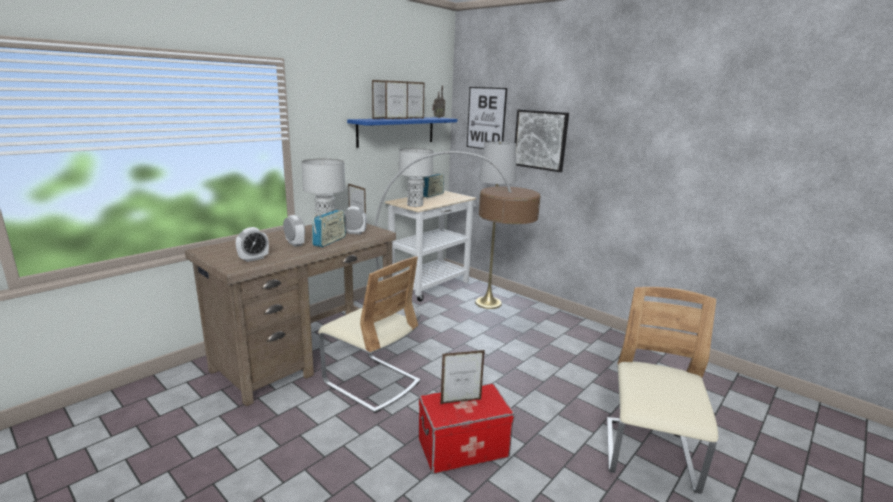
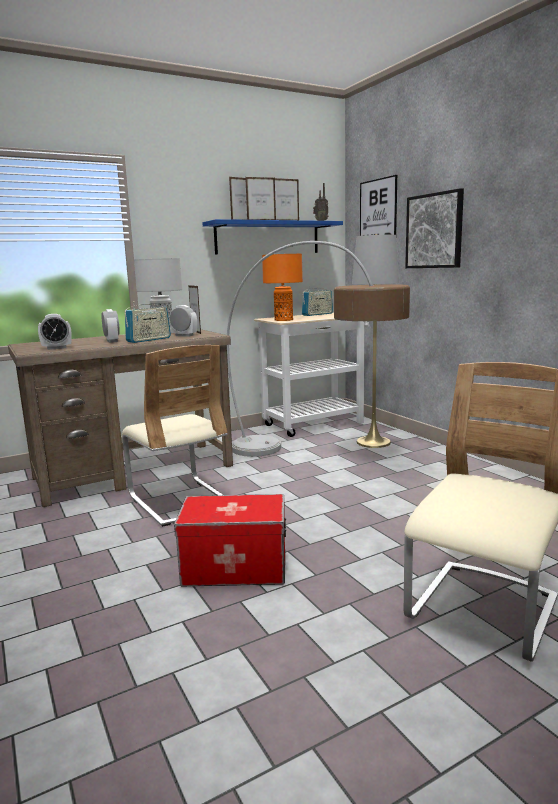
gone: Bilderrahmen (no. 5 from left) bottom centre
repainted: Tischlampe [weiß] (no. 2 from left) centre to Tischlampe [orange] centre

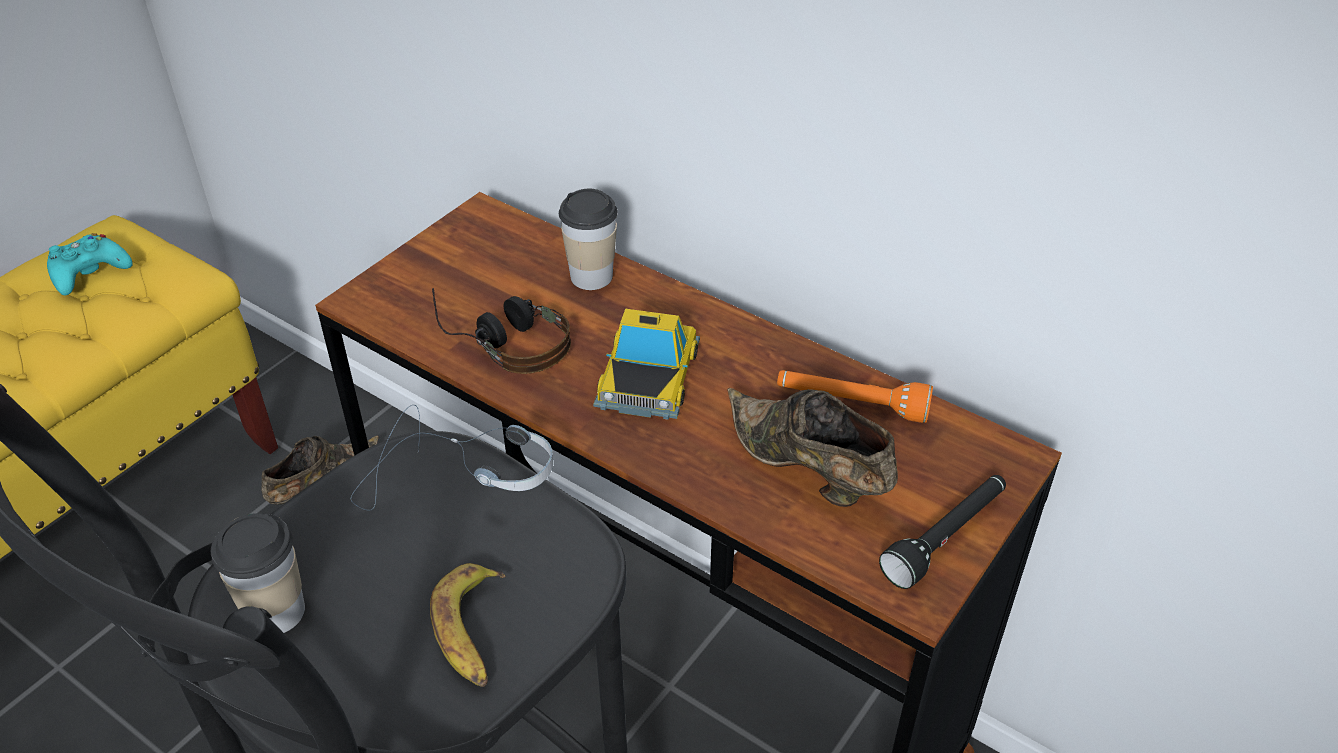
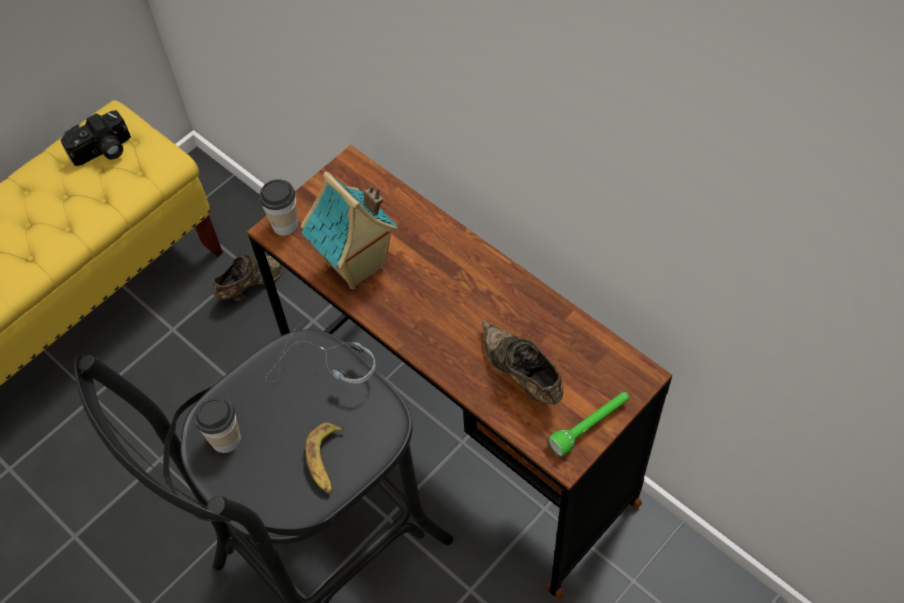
gone: Spielzeugauto centre; Taschenlampe [orange] centre
shifted: Tasse (no. 2 from left) top centre to middle left
swapped: Gamepad [türkis] middle left to Kamera top left; Kopfhörer (no. 2 from left) centre to Spielzeughaus centre
repainted: Taschenlampe [schwarz] bottom right to Taschenlampe [grün] bottom centre

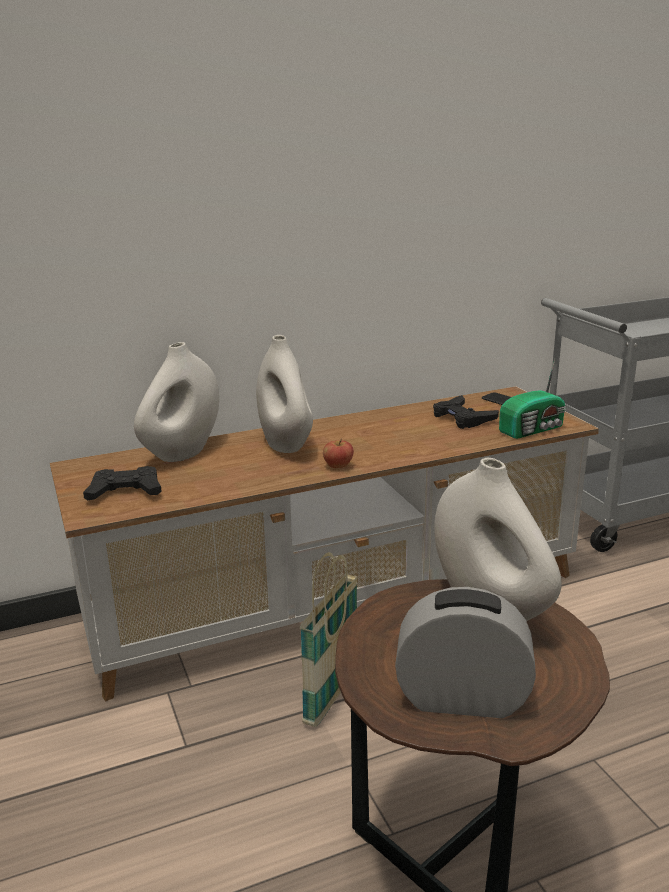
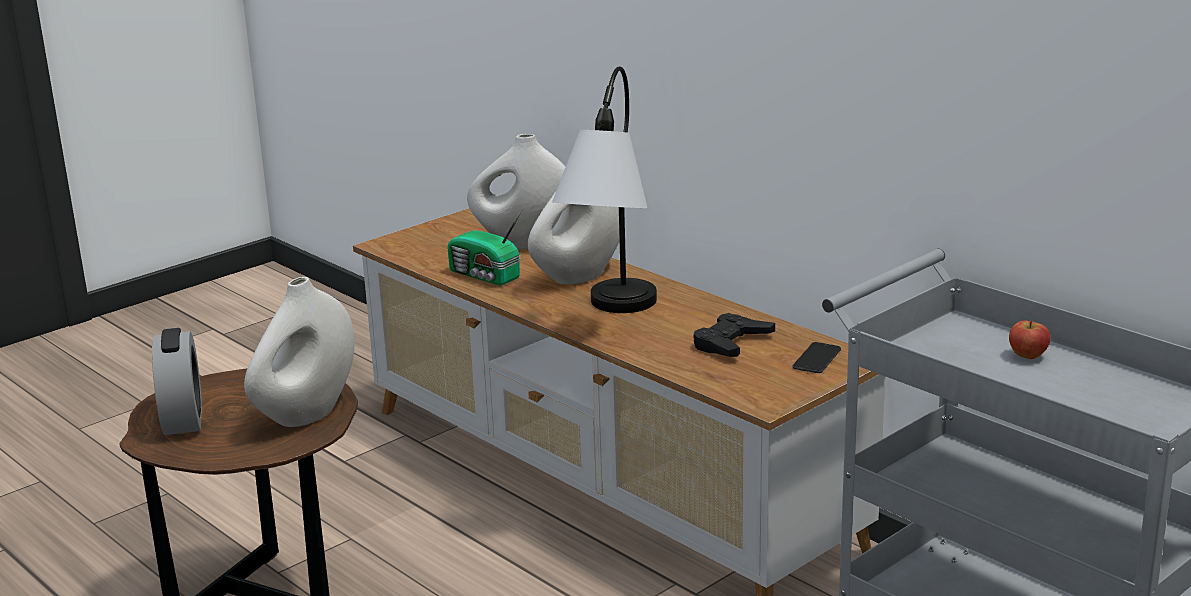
gone: Gamepad [schwarz] (no. 1 from left) middle left; Korb bottom centre
new: Tischlampe top centre
shifted: Apfel centre to middle right; Radio middle right to centre

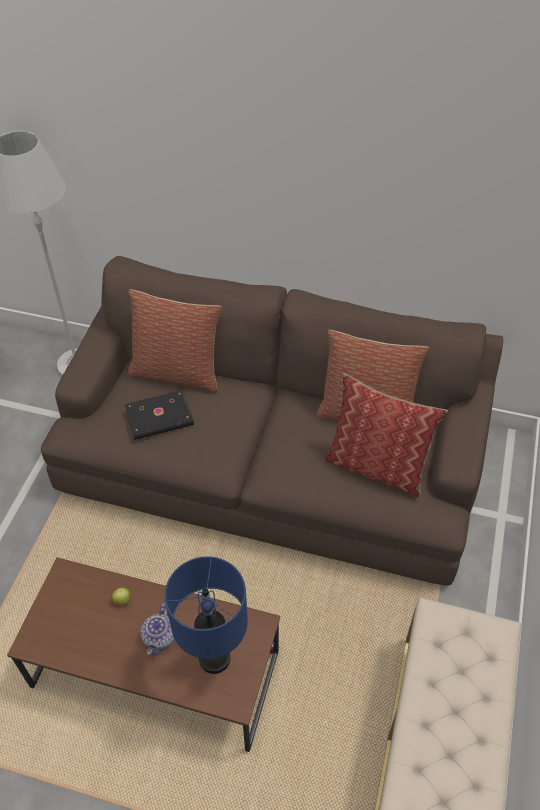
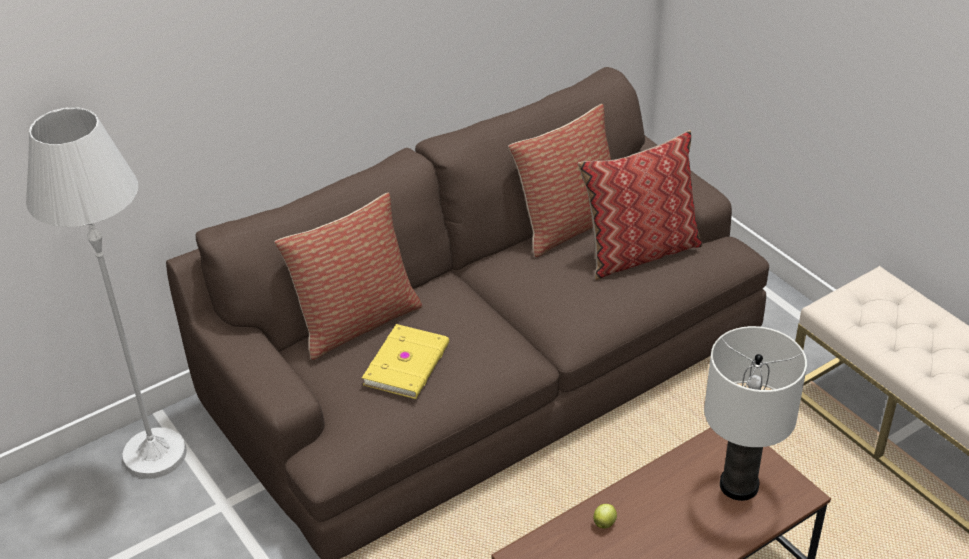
gone: Teekanne bottom left
repainted: Buch [schwarz] middle left to Buch [gelb] centre; Tischlampe [blau] bottom centre to Tischlampe [weiß] bottom right

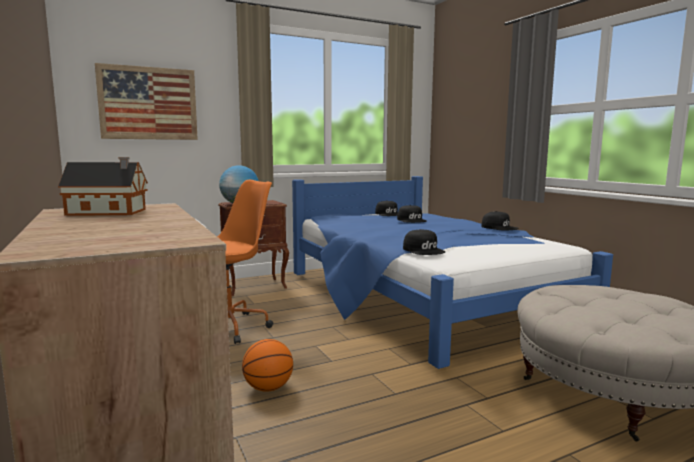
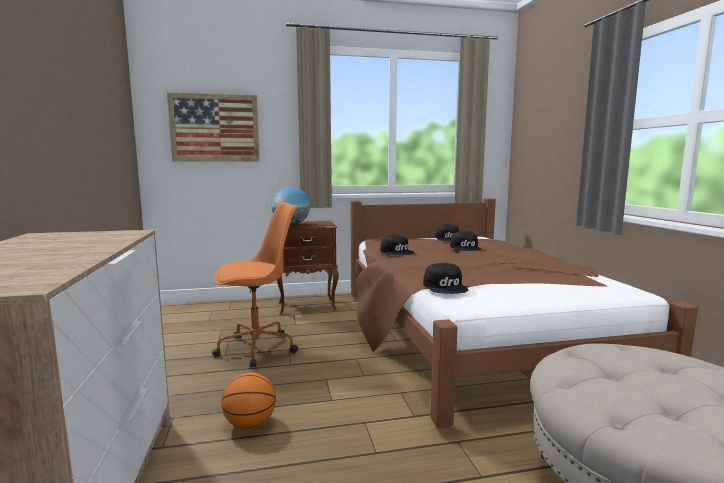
gone: Spielzeughaus middle left
shifted: Kappe [schwarz] (no. 4 from left in the first image) middle right to Kappe [schwarz] (no. 1 from left) centre
repainted: Bett [blau] centre to Bett [braun] middle right

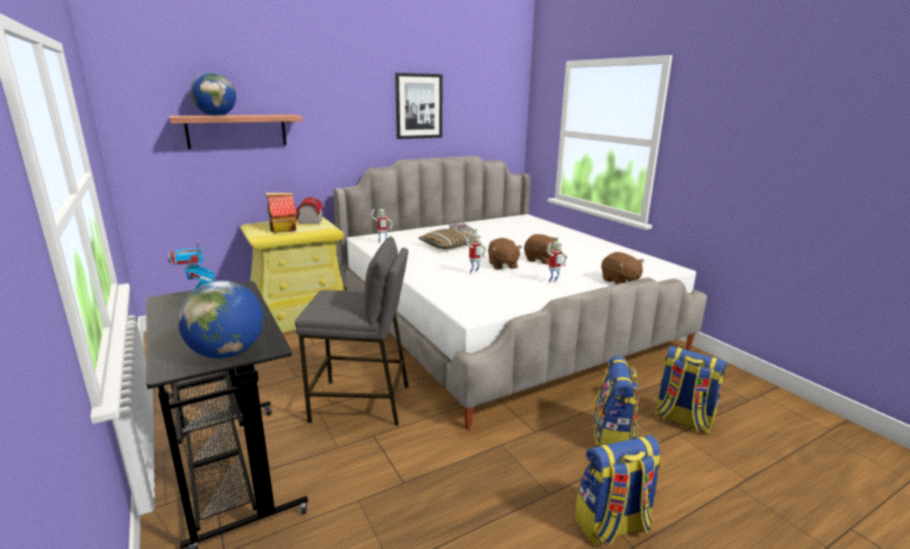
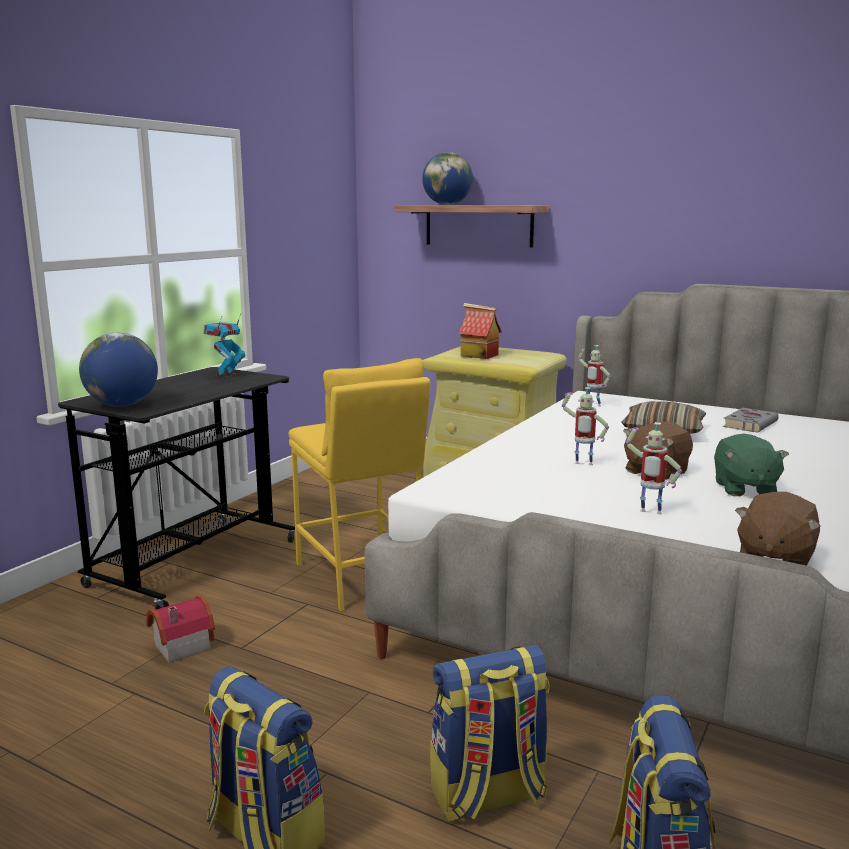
gone: Bild top centre
shifted: Spielzeughaus (no. 2 from left in the first image) centre to Spielzeughaus (no. 1 from left) bottom left
repainted: Hocker [grau] centre to Hocker [gelb] centre; Plüschtier [braun] (no. 2 from left) centre to Plüschtier [grün] middle right

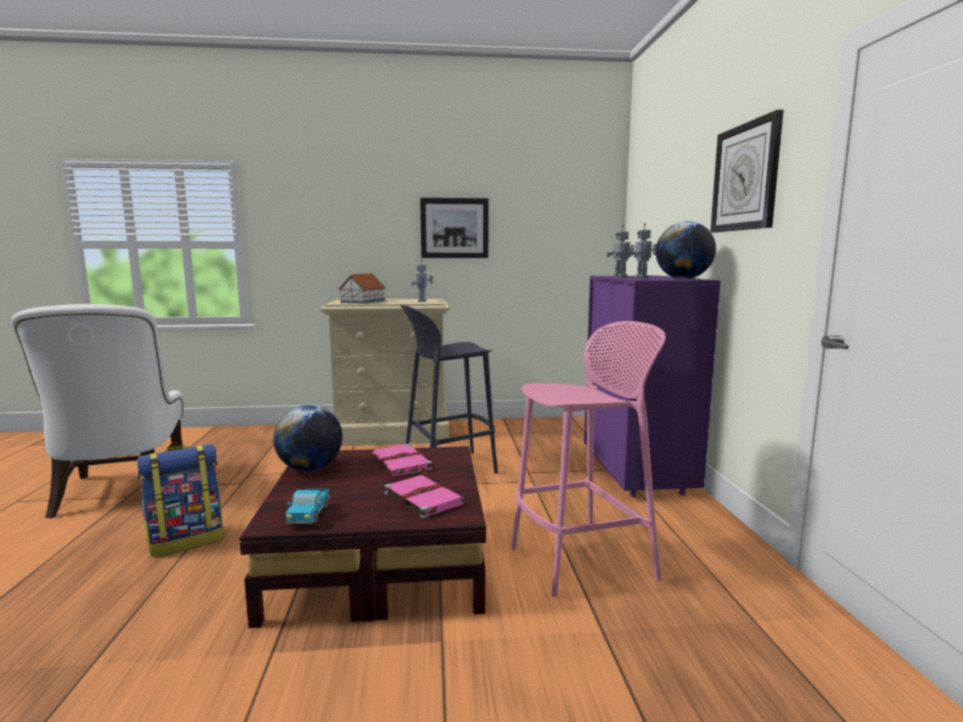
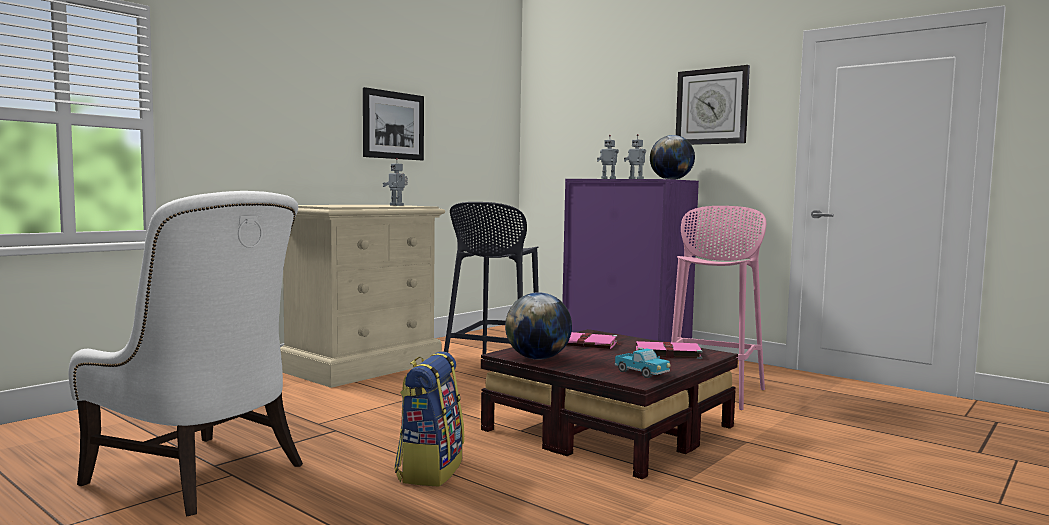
gone: Spielzeughaus centre

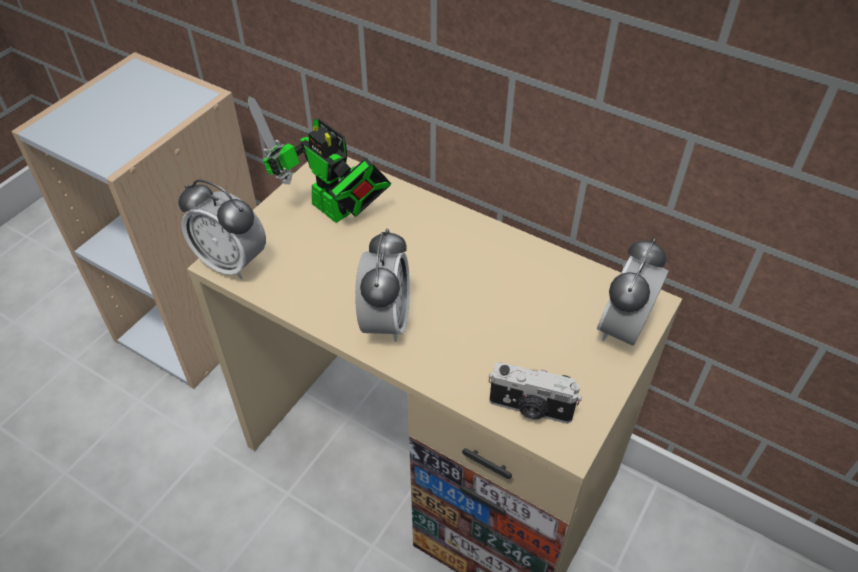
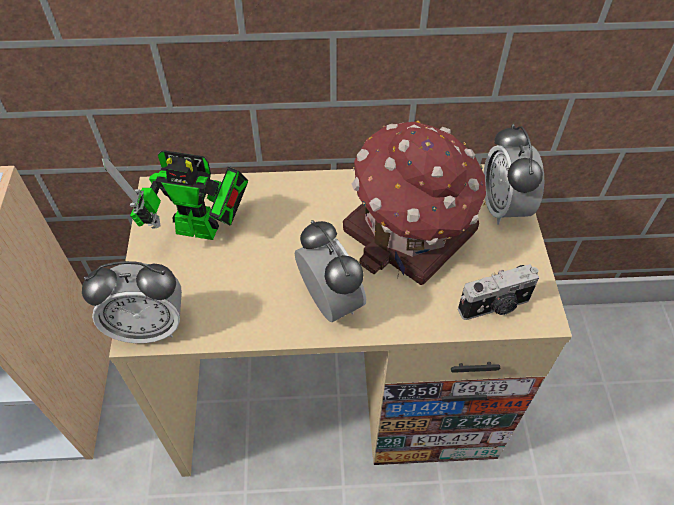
new: Spielzeughaus centre

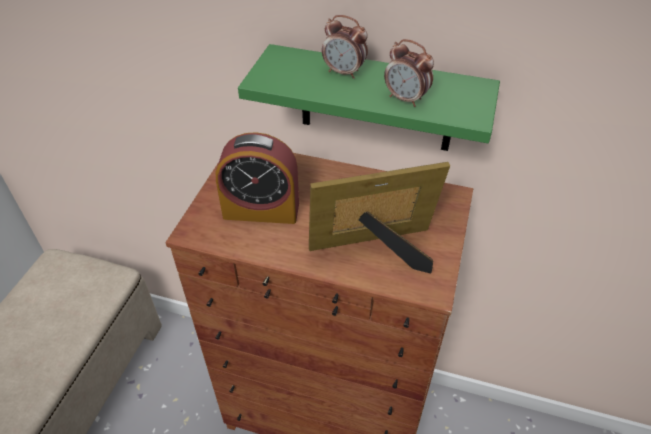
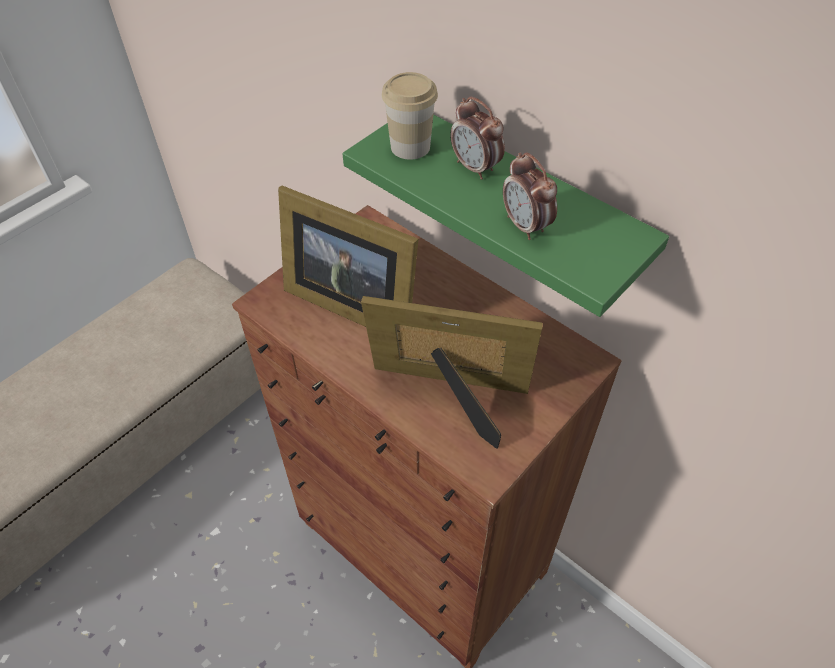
new: Tasse top centre
swapped: Wecker (no. 1 from left) centre to Bilderrahmen (no. 1 from left) centre

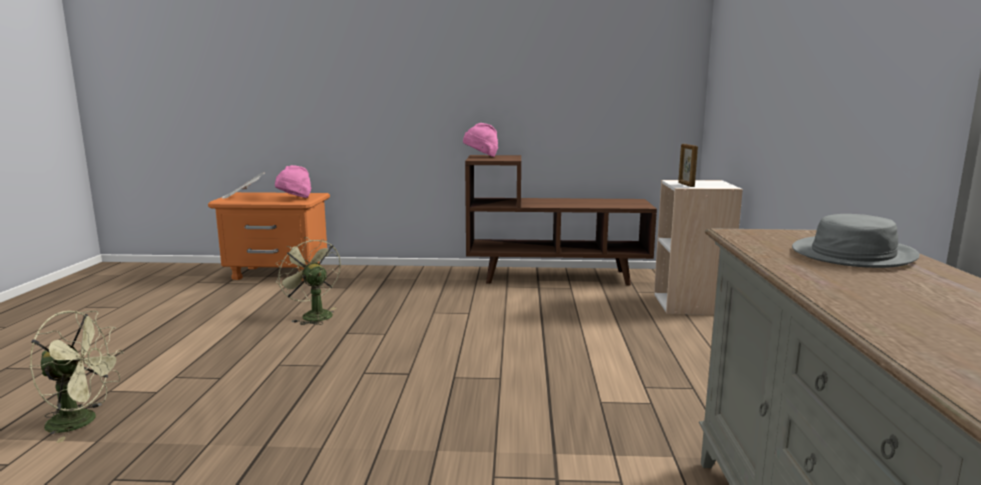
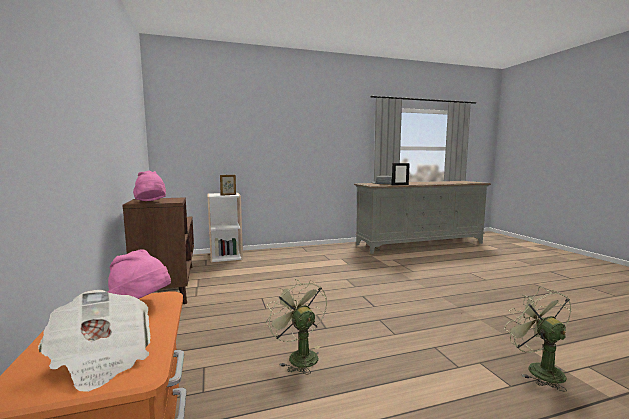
new: Bilderrahmen (no. 2 from left) centre
rotated: Ventilator [grün] (no. 2 from left in the first image) middle left = bottom centre 120 degrees clockwise

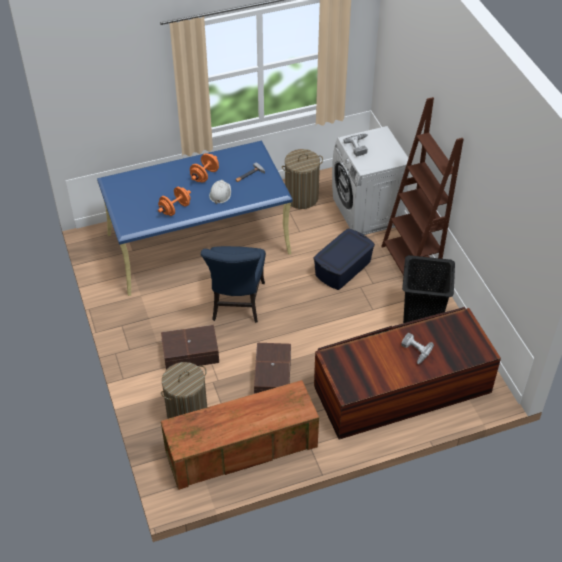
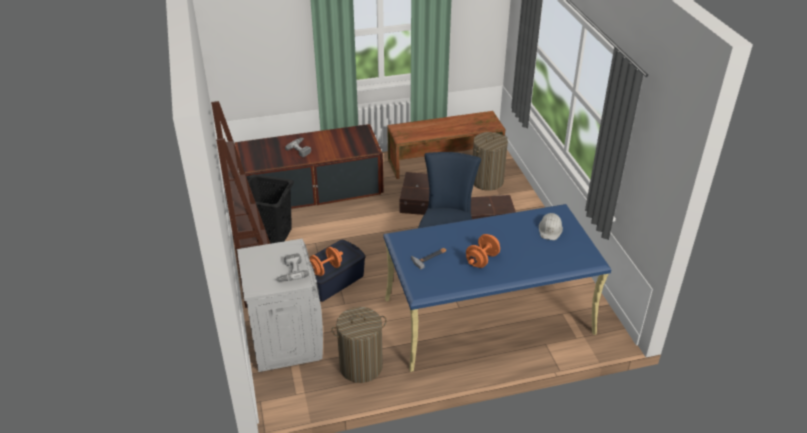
shifted: Hantel [orange] (no. 1 from left) middle left to centre; Schutzhelm [weiß] centre to middle right

